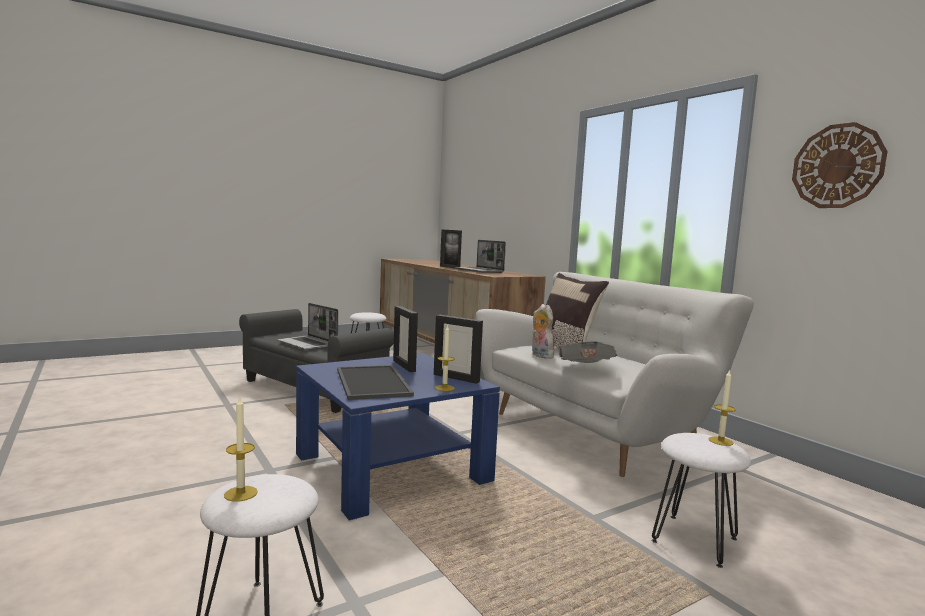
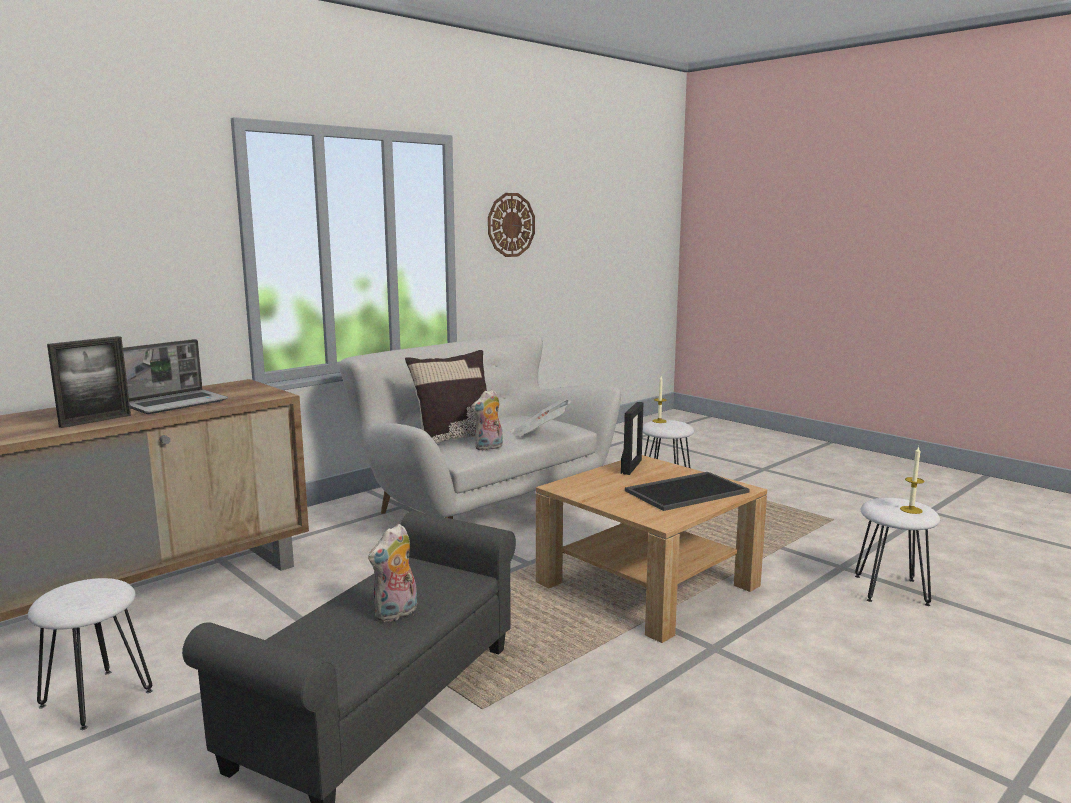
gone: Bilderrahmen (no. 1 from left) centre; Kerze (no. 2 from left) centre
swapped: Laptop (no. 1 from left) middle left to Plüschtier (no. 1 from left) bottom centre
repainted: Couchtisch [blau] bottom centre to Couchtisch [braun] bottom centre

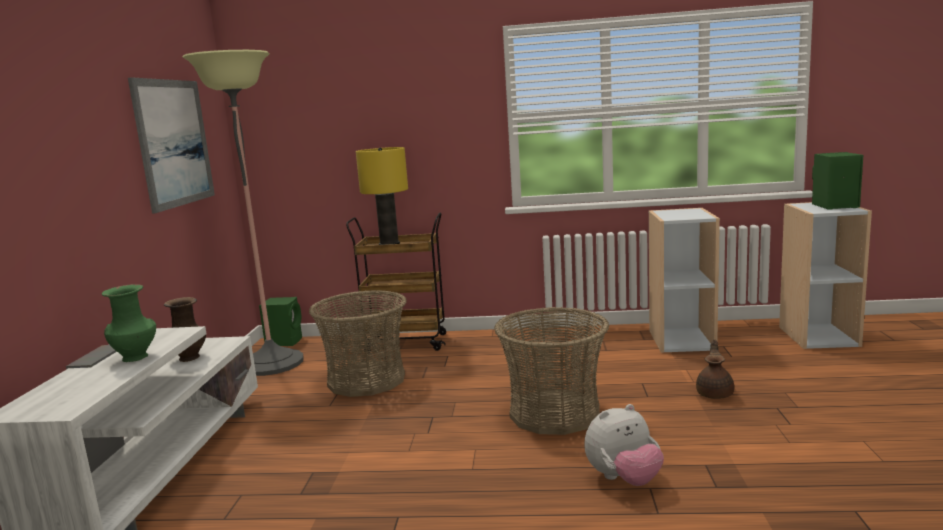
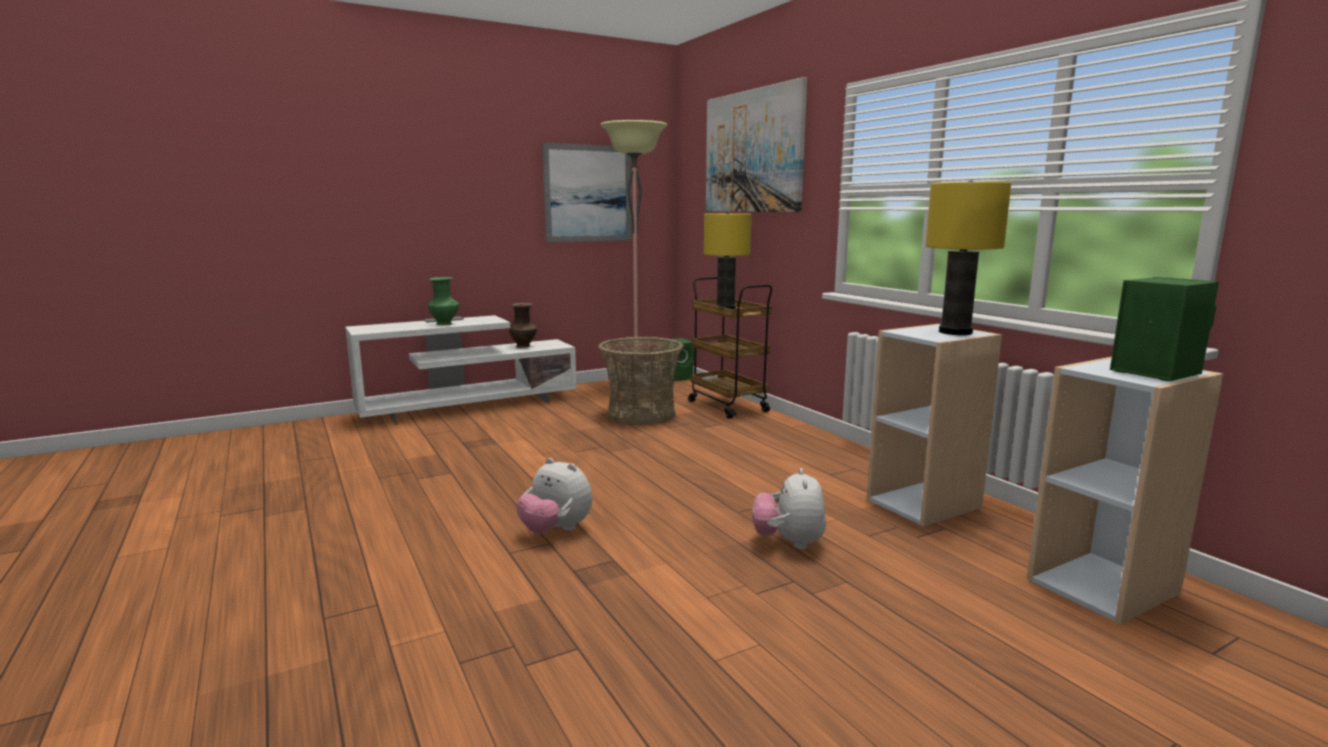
gone: Korb (no. 2 from left) bottom centre
new: Bild (no. 2 from left) top centre; Tischlampe [gelb] (no. 2 from left) middle right
swapped: Teekanne [braun] bottom right to Plüschtier (no. 2 from left) bottom centre

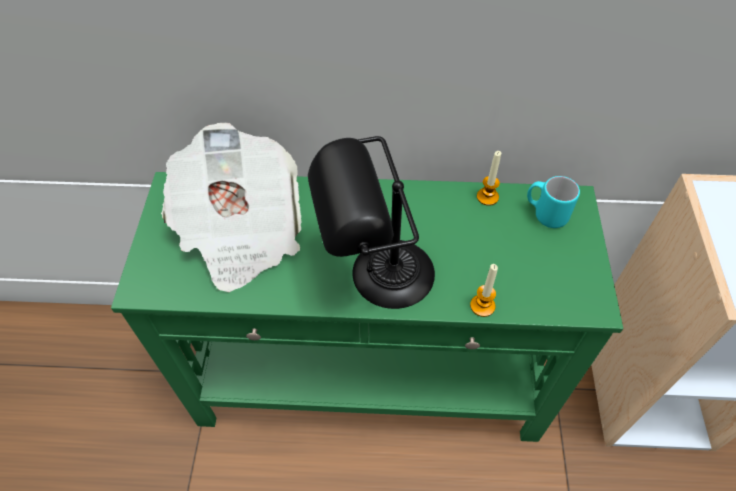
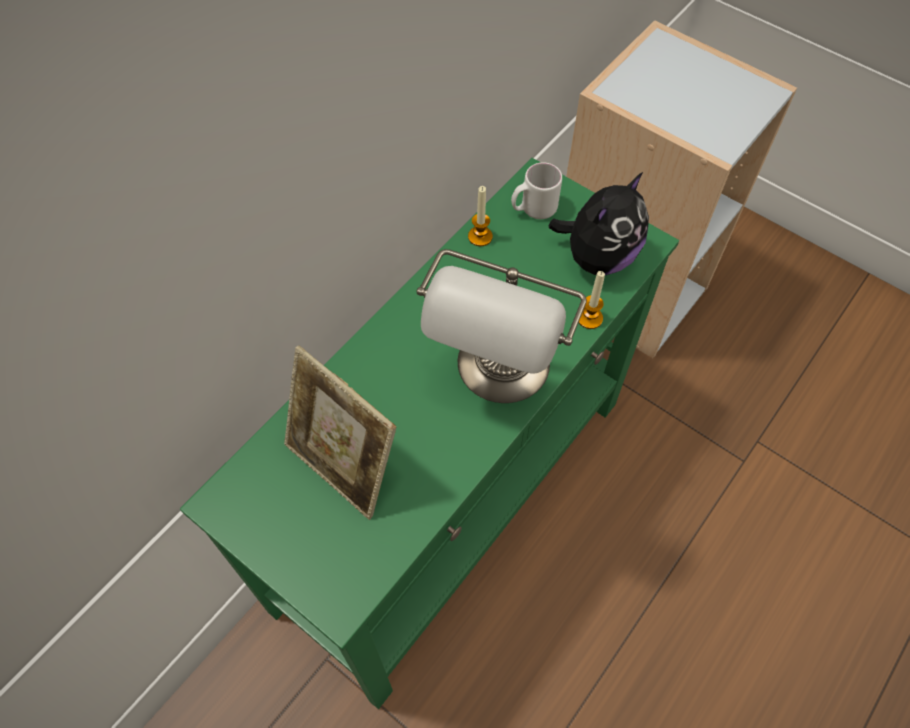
new: Plüschtier top centre
swapped: Zeitung middle left to Bilderrahmen centre
repainted: Tischlampe [schwarz] centre to Tischlampe [weiß] centre; Henkelbecher [türkis] middle right to Henkelbecher [weiß] top centre

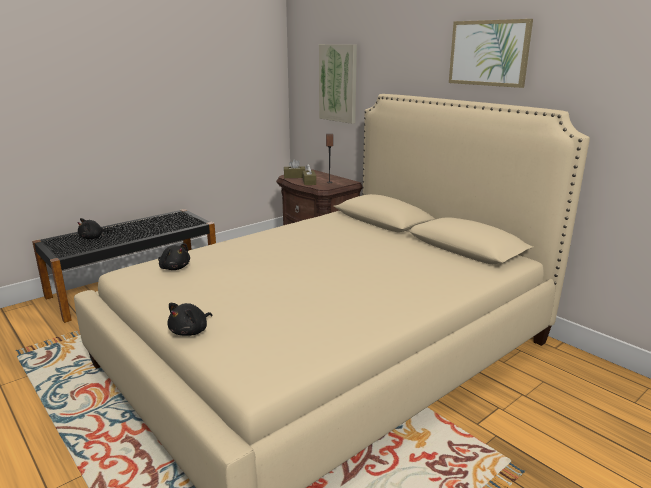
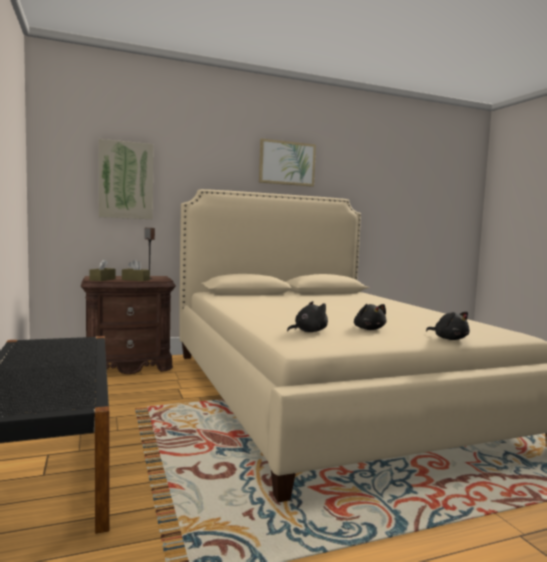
shifted: Plüschtier [schwarz] (no. 1 from left in the first image) middle left to Plüschtier [schwarz] (no. 2 from left) middle right

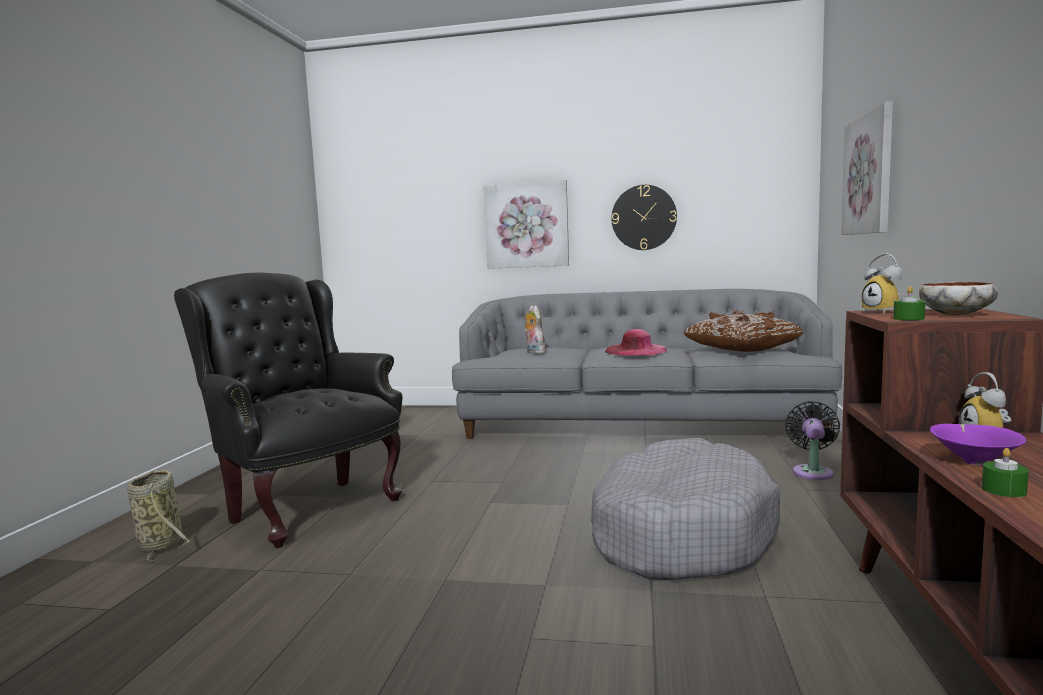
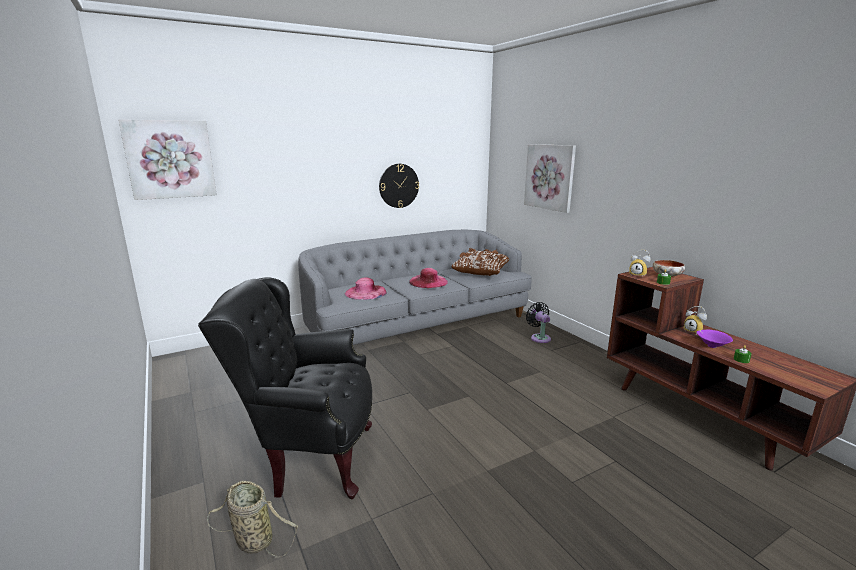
gone: Hundebett [grau] bottom centre
shifted: Bild (no. 1 from left) top centre to top left
swapped: Plüschtier centre to Hut [rosa] (no. 1 from left) centre

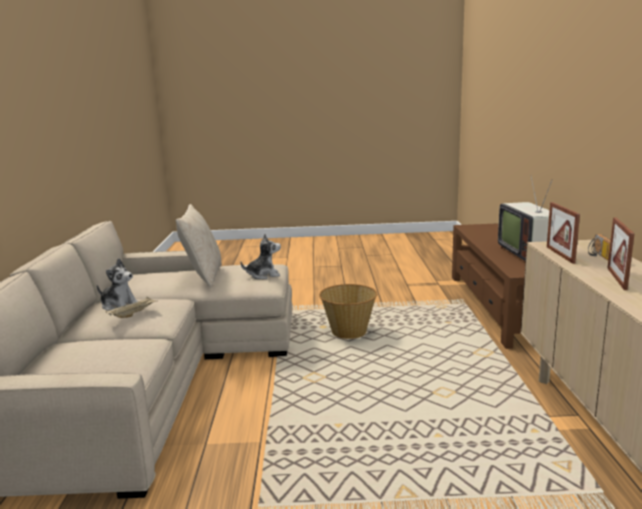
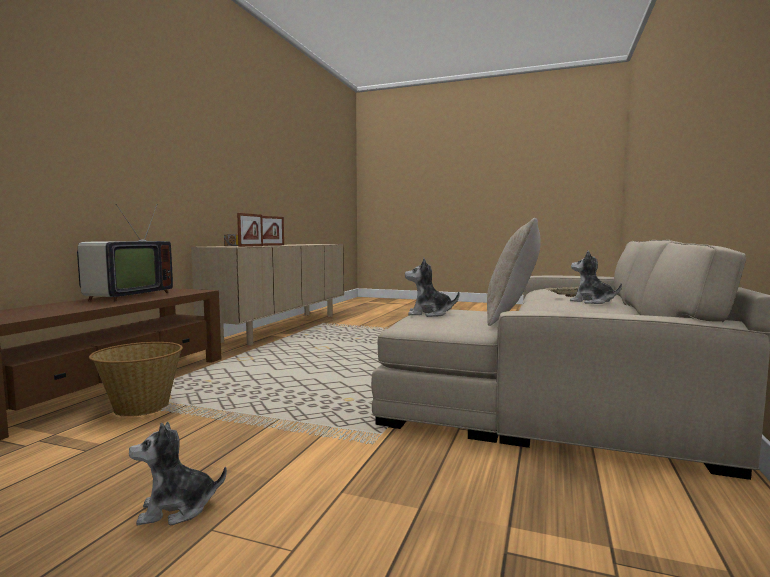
new: Plüschtier (no. 1 from left) bottom left
shifted: Korb centre to middle left

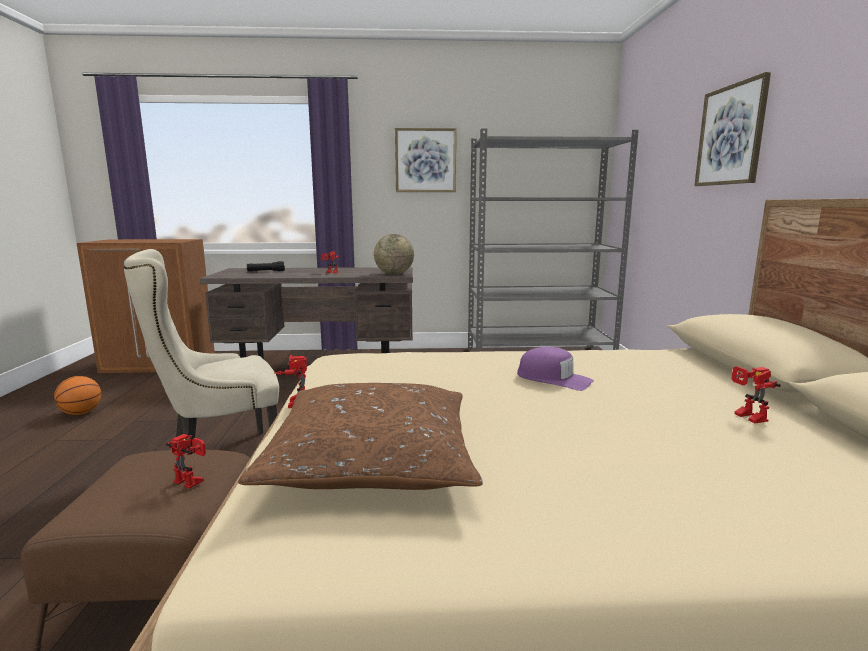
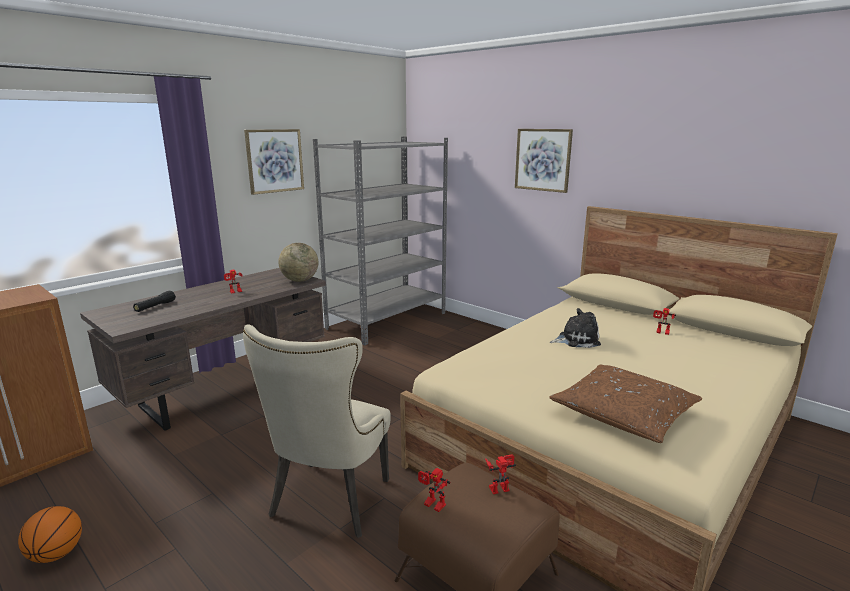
shifted: Spielzeugroboter (no. 2 from left) centre to bottom centre
swapped: Kappe [lila] centre to Plüschtier middle right

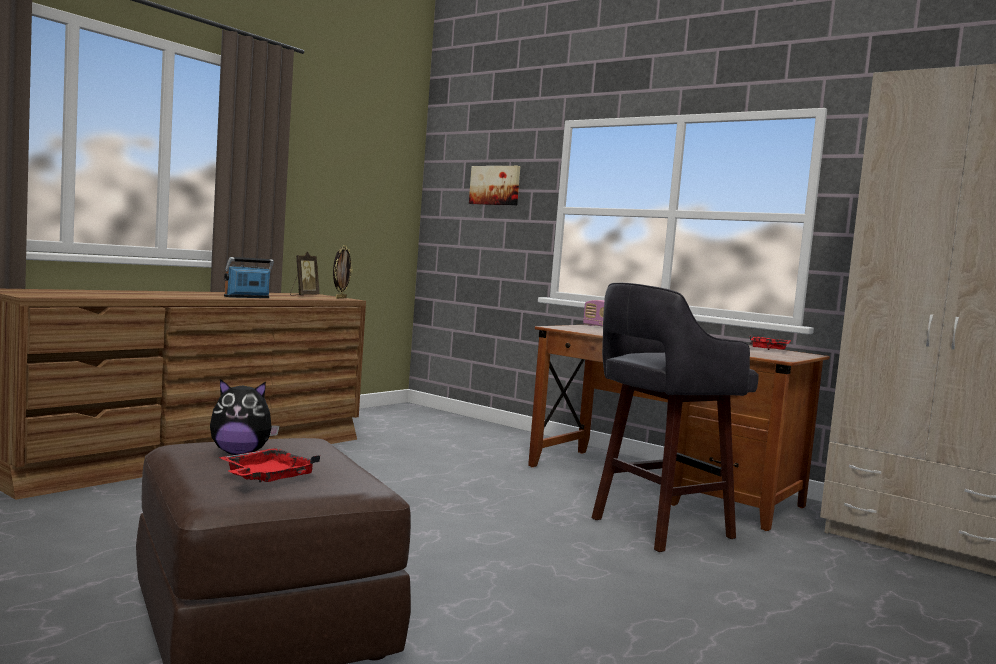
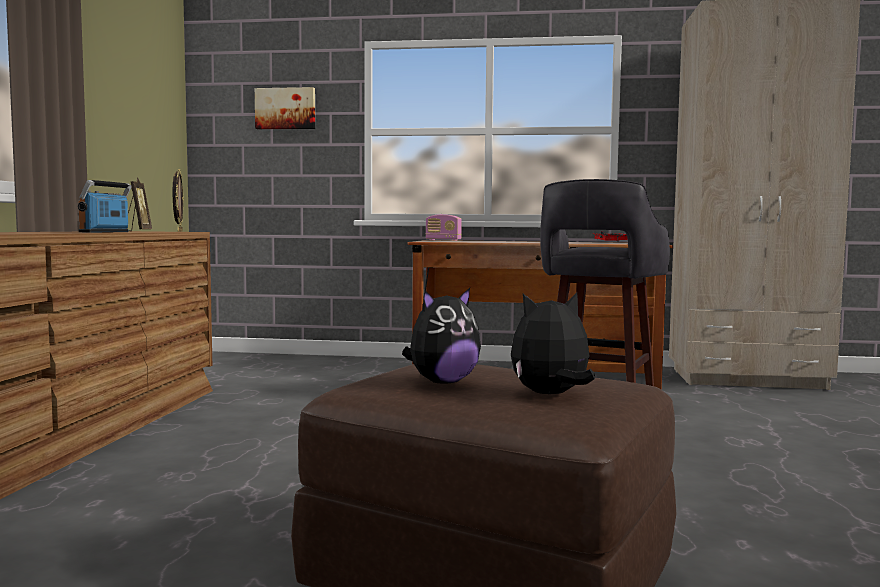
swapped: Tablett [rot] (no. 1 from left) bottom left to Plüschtier (no. 2 from left) centre

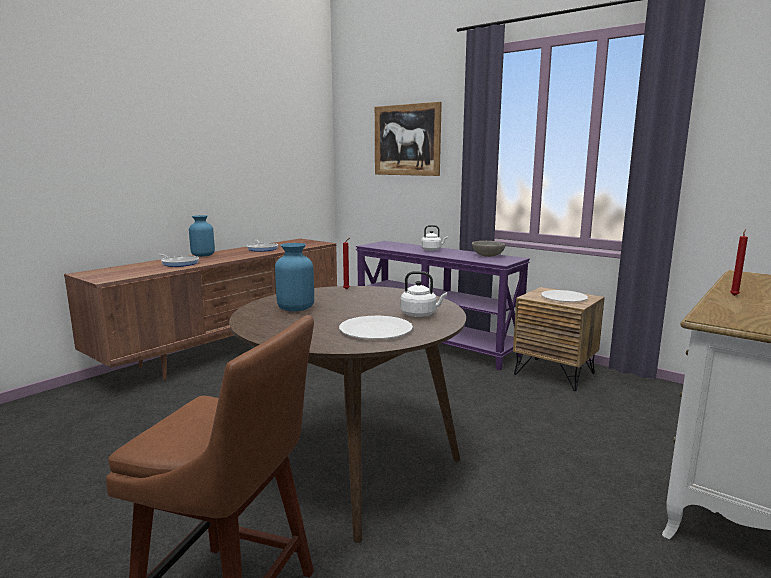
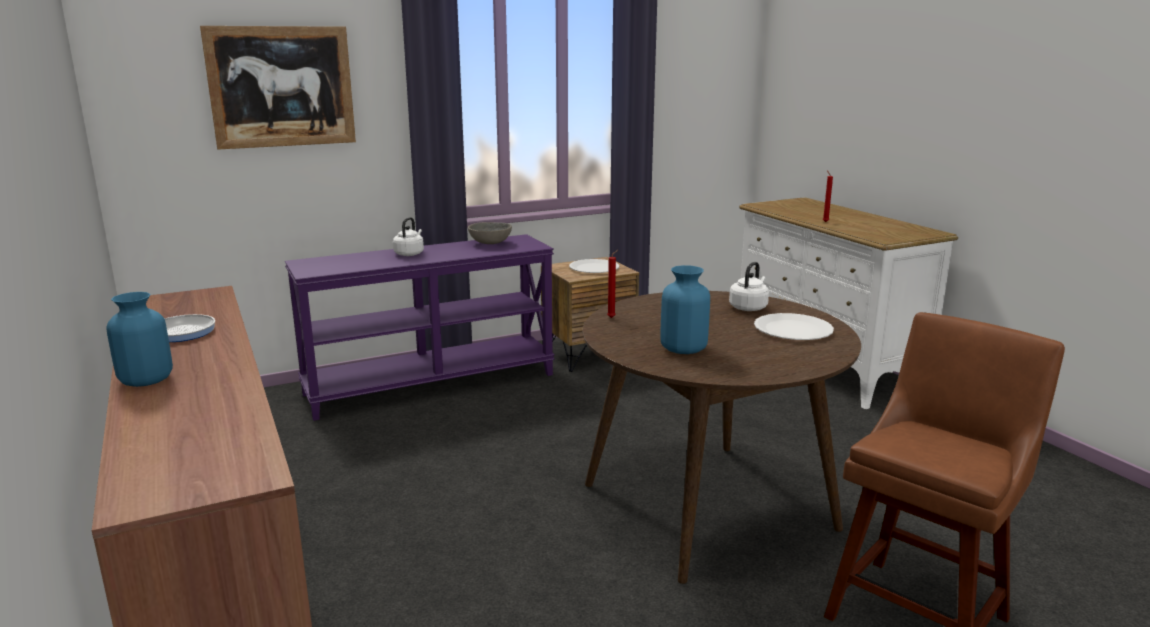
gone: Pfanne (no. 1 from left) middle left

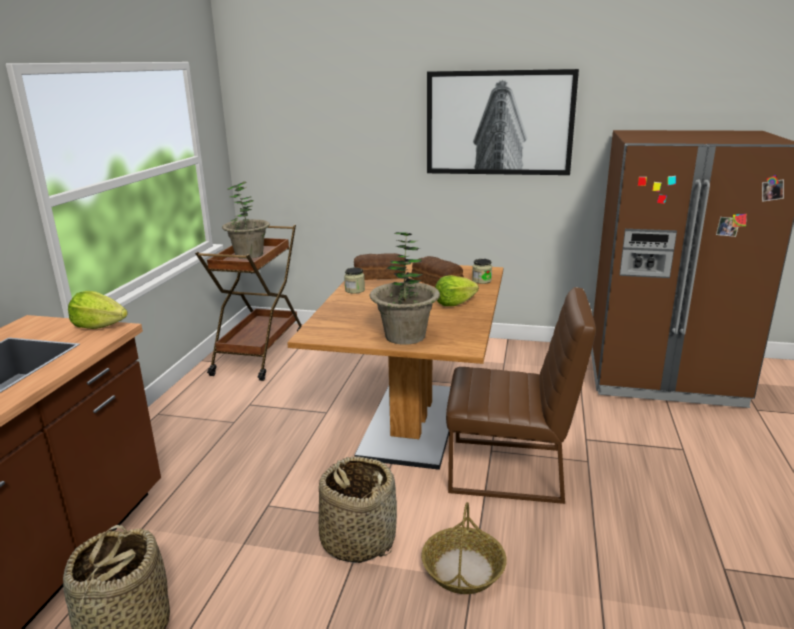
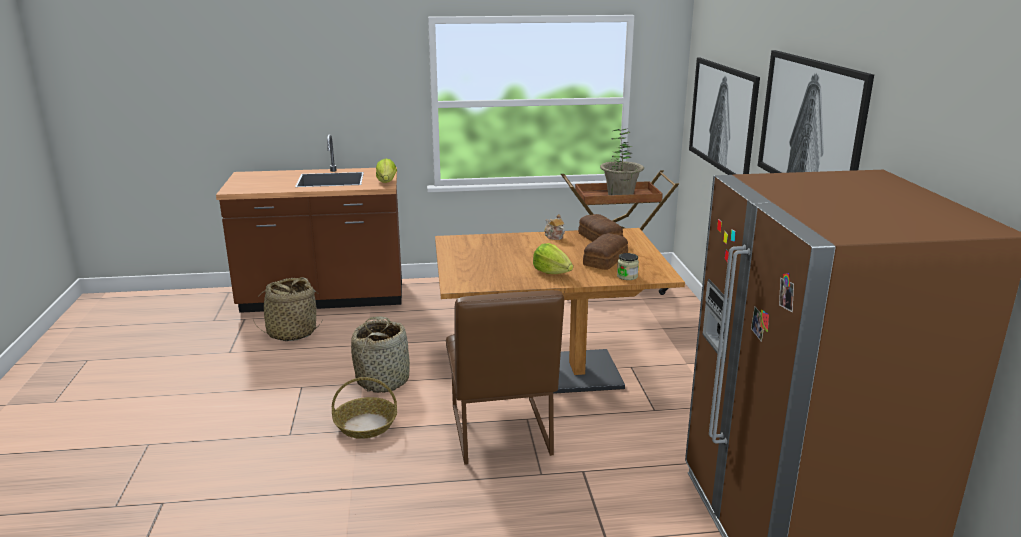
gone: Topfpflanze (no. 2 from left) centre
new: Bild (no. 1 from left) top right
swapped: Vorratsglas (no. 1 from left) centre to Teekanne centre

